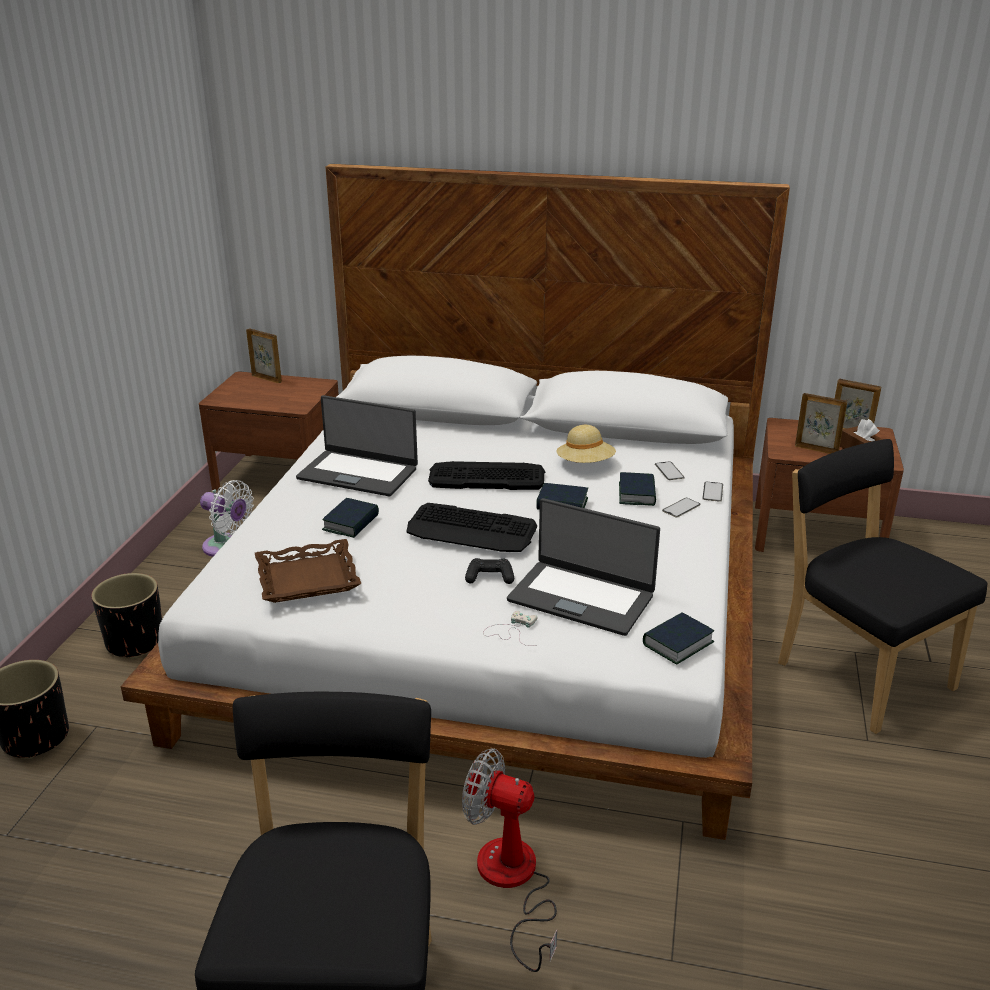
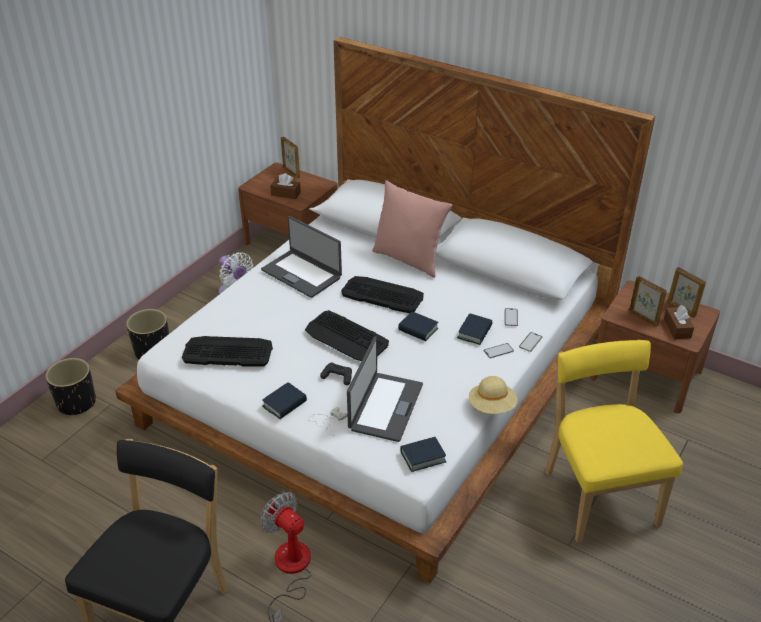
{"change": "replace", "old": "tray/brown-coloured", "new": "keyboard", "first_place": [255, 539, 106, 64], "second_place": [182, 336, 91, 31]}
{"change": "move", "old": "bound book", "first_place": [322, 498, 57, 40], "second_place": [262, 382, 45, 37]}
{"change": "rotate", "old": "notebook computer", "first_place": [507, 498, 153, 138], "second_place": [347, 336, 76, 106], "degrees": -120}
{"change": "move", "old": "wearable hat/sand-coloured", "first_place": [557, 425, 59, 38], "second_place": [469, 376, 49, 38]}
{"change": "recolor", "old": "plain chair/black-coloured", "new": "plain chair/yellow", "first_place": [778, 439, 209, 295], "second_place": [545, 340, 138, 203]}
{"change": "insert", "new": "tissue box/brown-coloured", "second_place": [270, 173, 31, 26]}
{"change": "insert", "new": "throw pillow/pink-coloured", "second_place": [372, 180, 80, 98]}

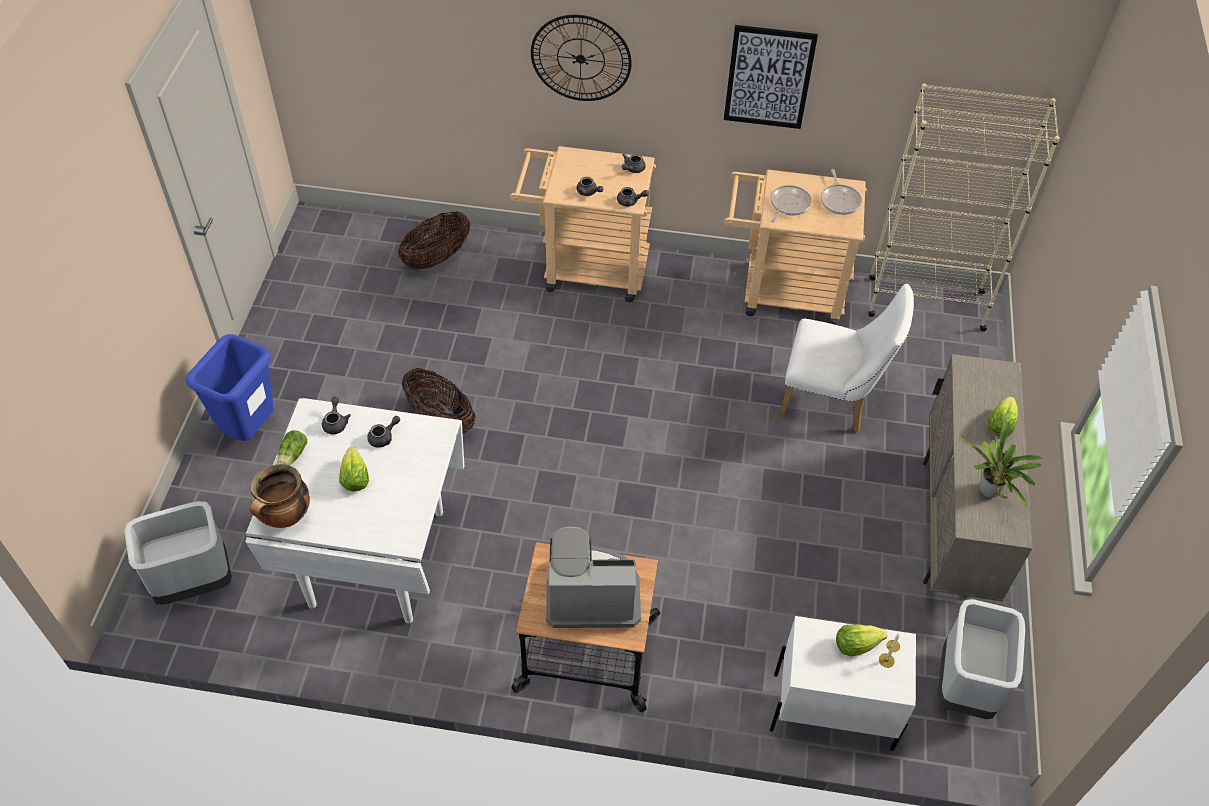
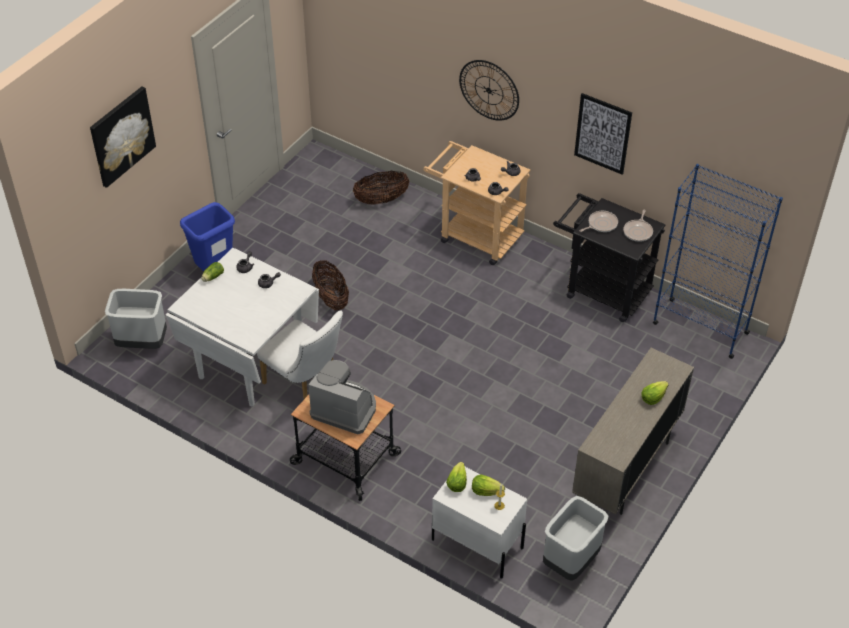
{"change": "delete", "old": "cooking pot", "first_place": [250, 464, 60, 64]}
{"change": "move", "old": "lettuce", "first_place": [339, 447, 30, 45], "second_place": [446, 462, 21, 30]}
{"change": "recolor", "old": "wheeled cart/sand-coloured", "new": "wheeled cart/black-coloured", "first_place": [724, 169, 143, 156], "second_place": [553, 193, 112, 129]}
{"change": "move", "old": "plain chair/white-coloured", "first_place": [779, 284, 135, 149], "second_place": [257, 310, 86, 89]}
{"change": "recolor", "old": "shelving unit/sand-coloured", "new": "shelving unit/blue-coloured", "first_place": [868, 83, 192, 248], "second_place": [653, 164, 130, 195]}
{"change": "delete", "old": "potted plant", "first_place": [960, 420, 82, 87]}
{"change": "insert", "new": "picture", "second_place": [90, 86, 66, 102]}

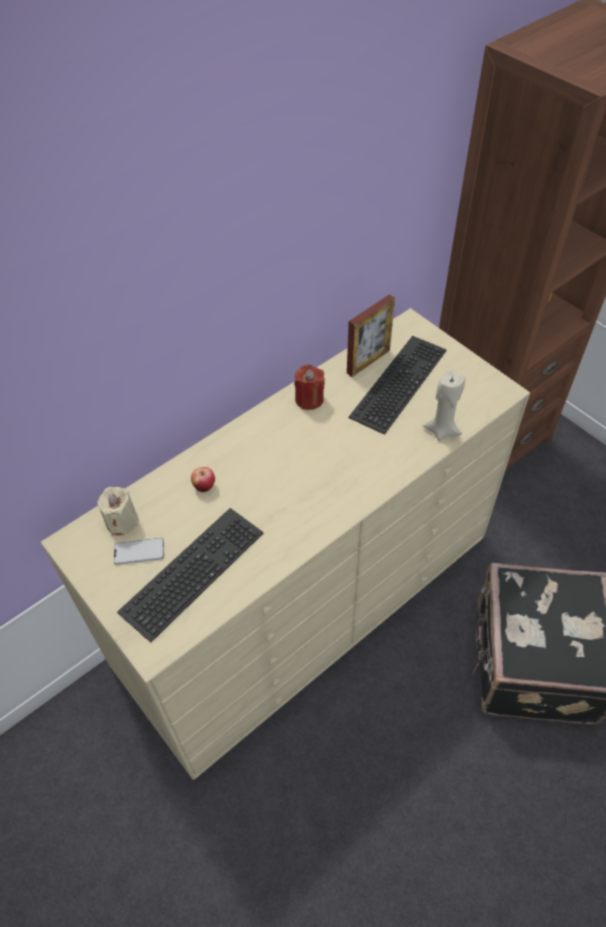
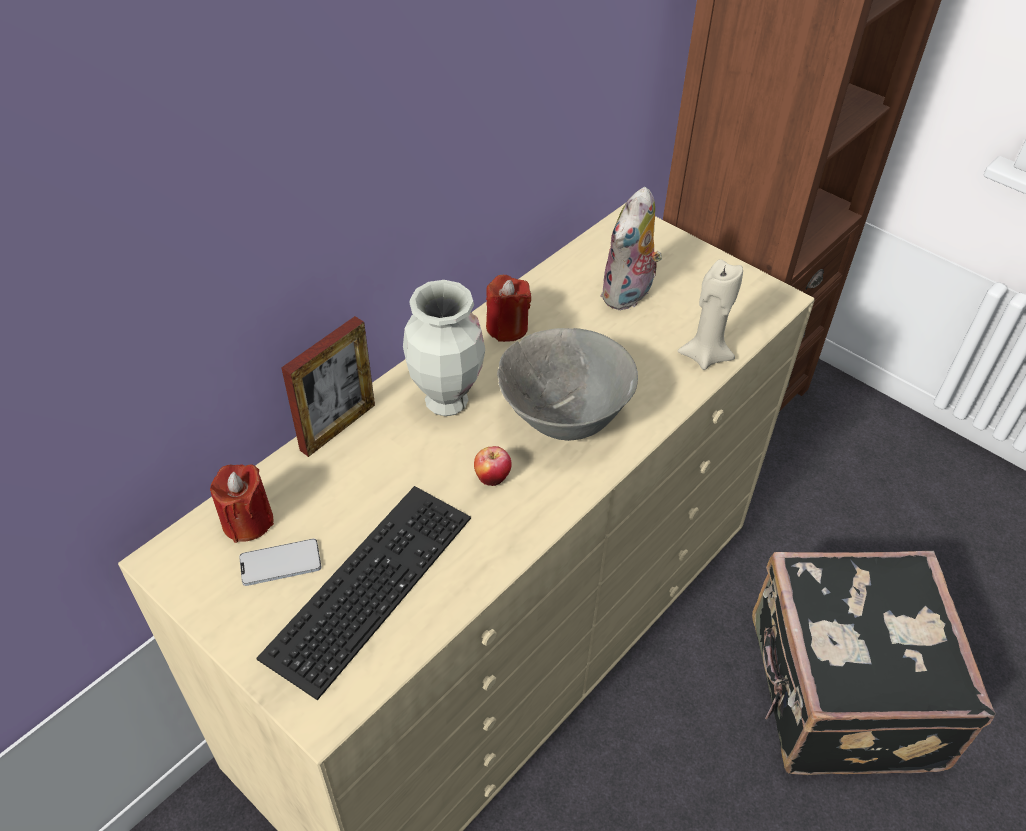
{"change": "recolor", "old": "wax candle/sand-coloured", "new": "wax candle/reddish", "first_place": [98, 487, 40, 49], "second_place": [210, 464, 64, 79]}
{"change": "move", "old": "apple", "first_place": [191, 467, 24, 25], "second_place": [474, 446, 38, 40]}
{"change": "move", "old": "photo frame", "first_place": [347, 294, 48, 83], "second_place": [281, 316, 94, 141]}
{"change": "replace", "old": "keyboard", "new": "cuddly toy", "first_place": [349, 336, 98, 99], "second_place": [600, 187, 62, 123]}
{"change": "insert", "new": "decorative vase", "second_place": [403, 280, 82, 136]}
{"change": "insert", "new": "bowl/gray", "second_place": [497, 328, 141, 113]}

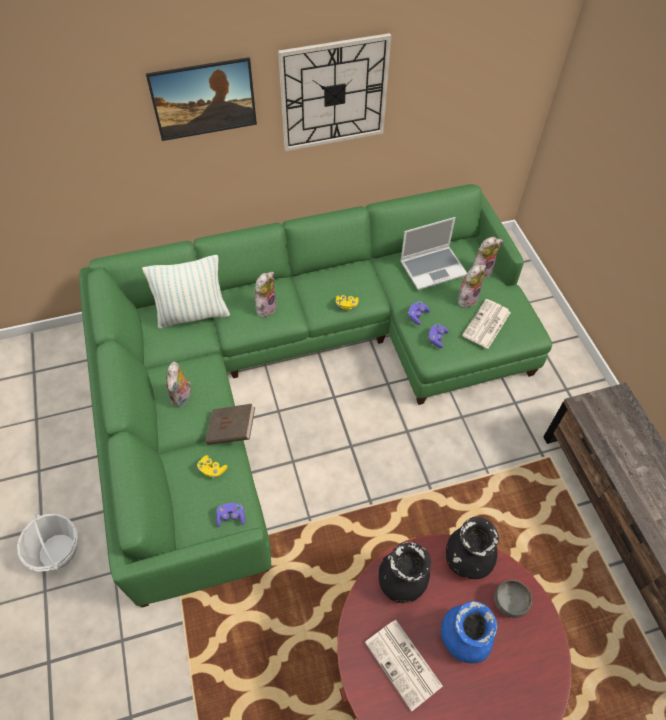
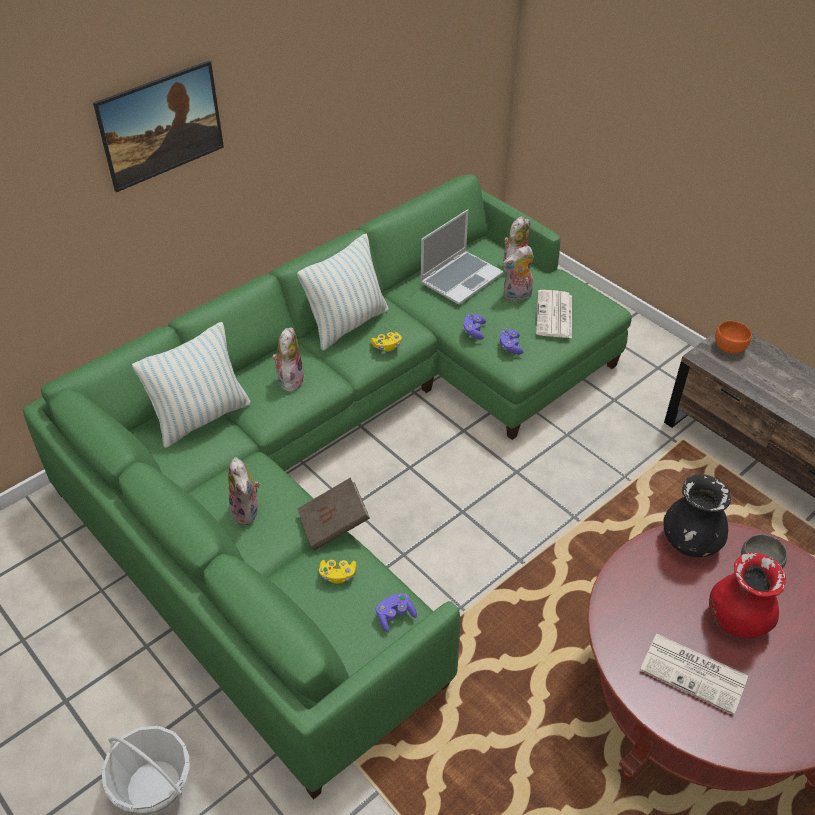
{"change": "delete", "old": "hanging clock", "first_place": [278, 33, 113, 118]}
{"change": "delete", "old": "decorative vase/black-coloured", "first_place": [379, 542, 52, 61]}
{"change": "recolor", "old": "decorative vase/blue-coloured", "new": "decorative vase/reddish", "first_place": [440, 601, 57, 63], "second_place": [709, 553, 77, 85]}
{"change": "rotate", "old": "cuddly toy", "first_place": [458, 265, 28, 43], "second_place": [503, 245, 31, 56], "degrees": -135}
{"change": "insert", "new": "throw pillow", "second_place": [297, 234, 92, 117]}
{"change": "insert", "new": "bowl/orangey", "second_place": [715, 321, 37, 33]}

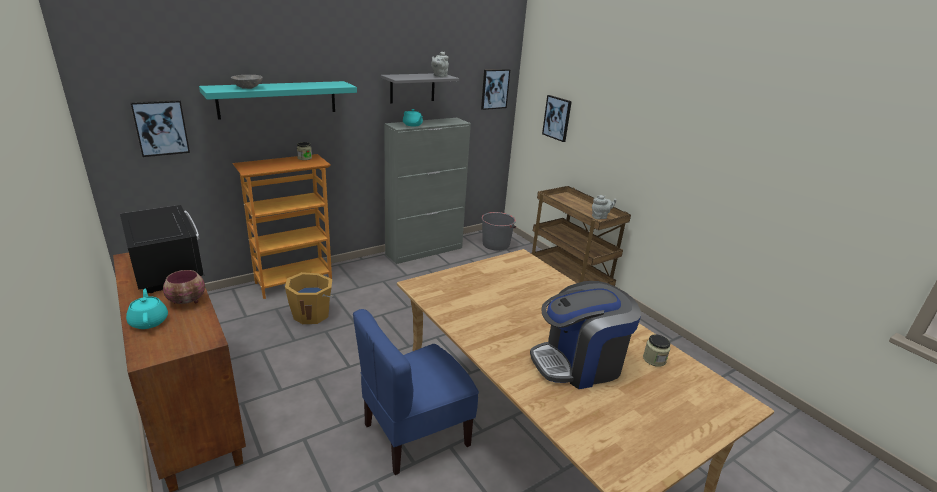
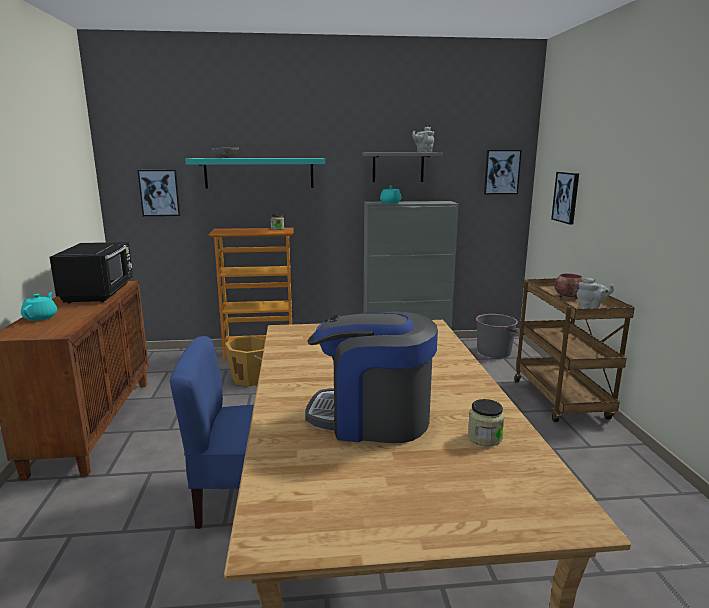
{"change": "move", "old": "bowl", "first_place": [163, 270, 42, 34], "second_place": [554, 274, 30, 25]}

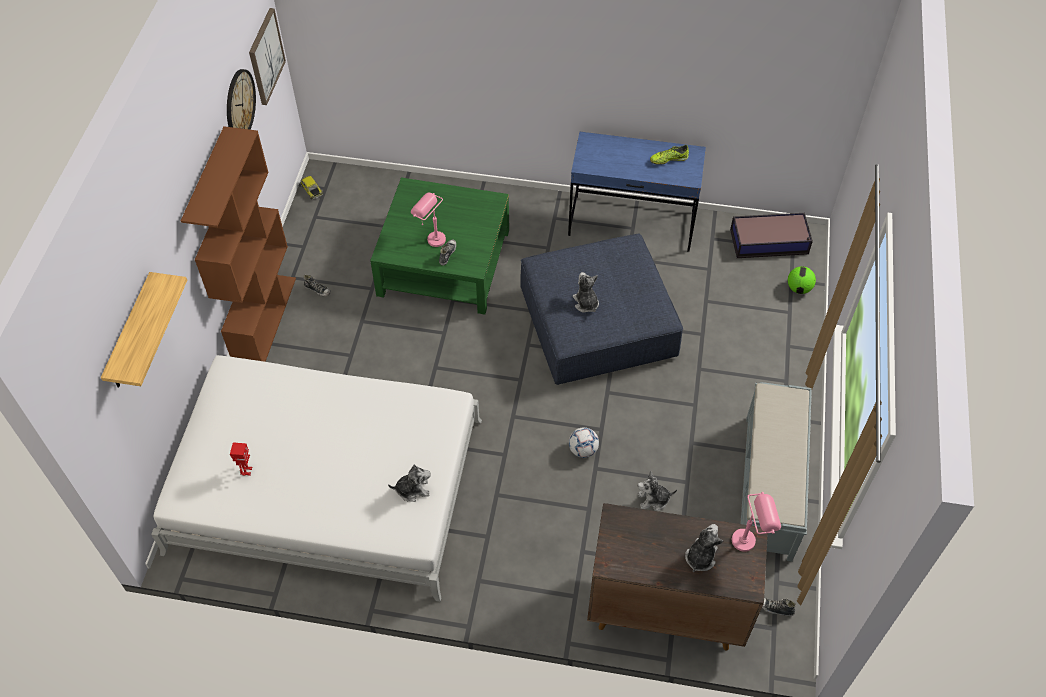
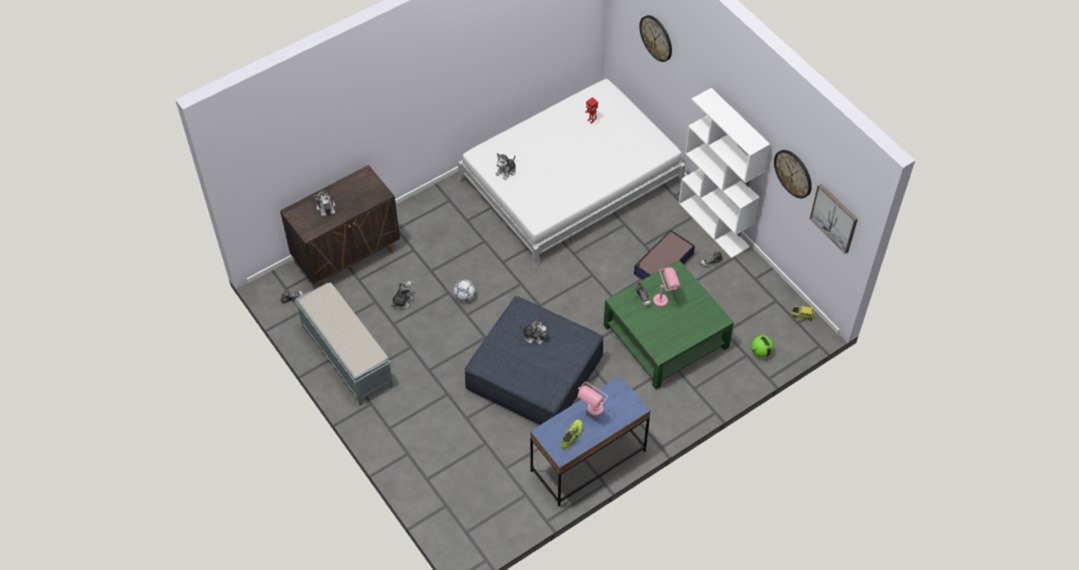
{"change": "replace", "old": "shelf", "new": "hanging clock", "first_place": [101, 272, 86, 116], "second_place": [639, 15, 33, 47]}
{"change": "recolor", "old": "shelving unit/brown-coloured", "new": "shelving unit/white-coloured", "first_place": [181, 126, 115, 236], "second_place": [679, 88, 91, 170]}
{"change": "move", "old": "storage box", "first_place": [730, 213, 83, 45], "second_place": [634, 230, 61, 50]}
{"change": "move", "old": "tabletop lamp/pink-coloured", "first_place": [732, 492, 49, 60], "second_place": [578, 382, 30, 34]}
{"change": "move", "old": "ball for football", "first_place": [788, 266, 28, 28], "second_place": [751, 335, 23, 23]}

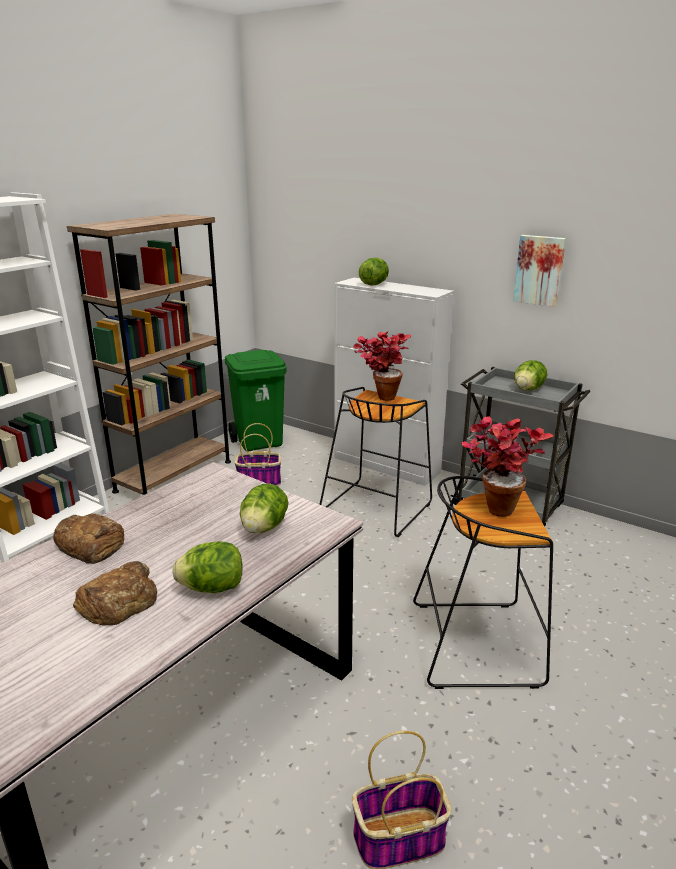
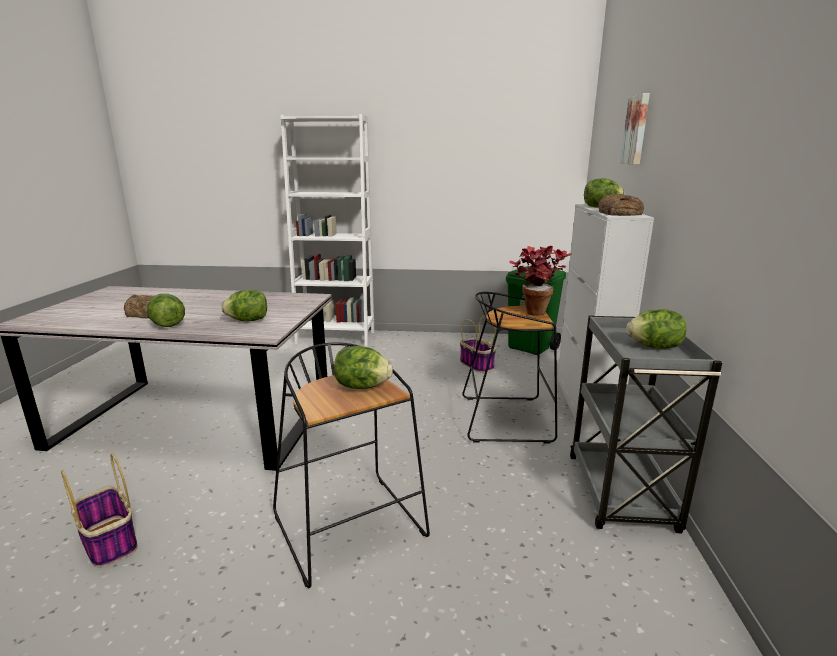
{"change": "move", "old": "bakery bread", "first_place": [53, 513, 71, 51], "second_place": [598, 194, 46, 22]}
{"change": "delete", "old": "shelving unit/brown-coloured", "first_place": [67, 214, 164, 281]}
{"change": "replace", "old": "potted plant", "new": "lettuce", "first_place": [461, 416, 93, 101], "second_place": [334, 346, 59, 43]}
{"change": "move", "old": "picture", "first_place": [513, 235, 53, 72], "second_place": [620, 93, 30, 71]}

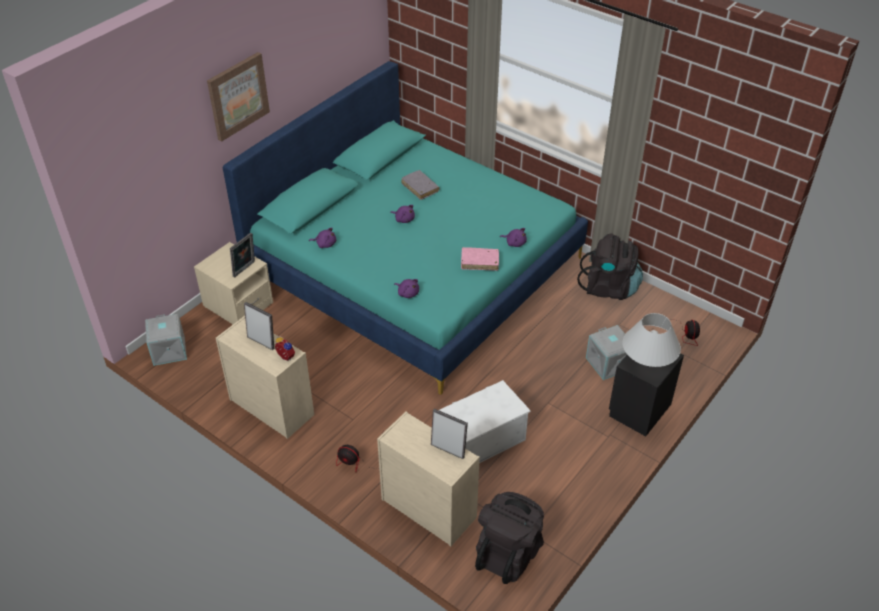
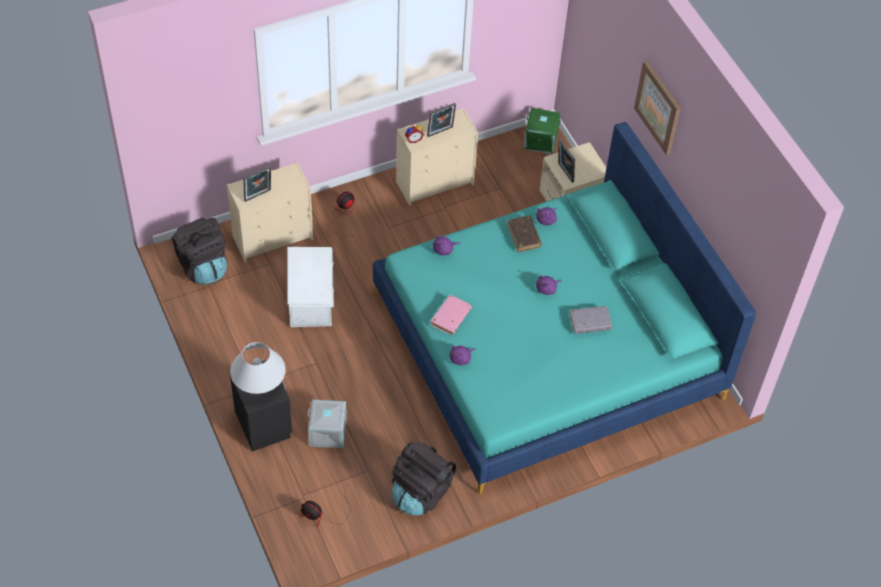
{"change": "recolor", "old": "storage box/gray", "new": "storage box/green", "first_place": [145, 314, 42, 52], "second_place": [523, 107, 38, 47]}
{"change": "insert", "new": "bound book/brown-coloured", "second_place": [507, 215, 35, 37]}

